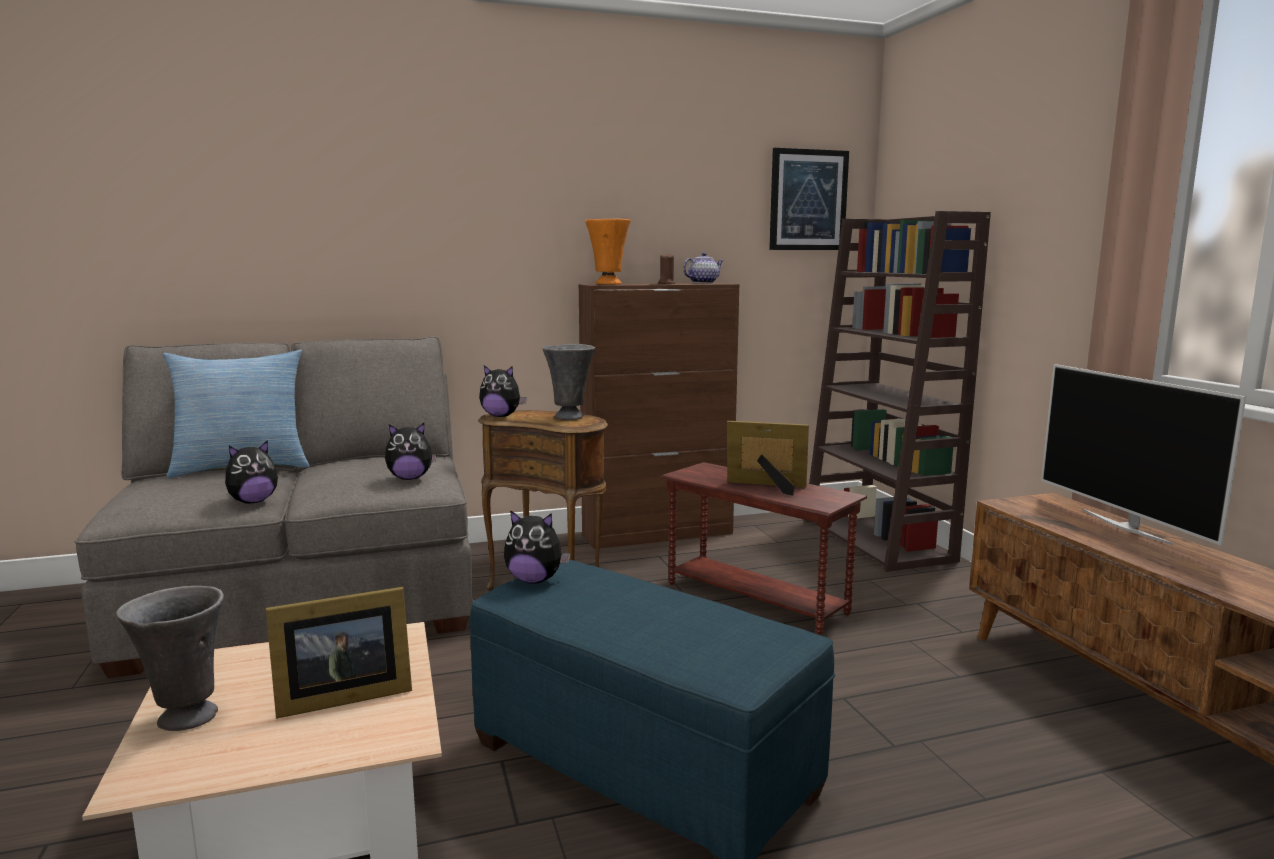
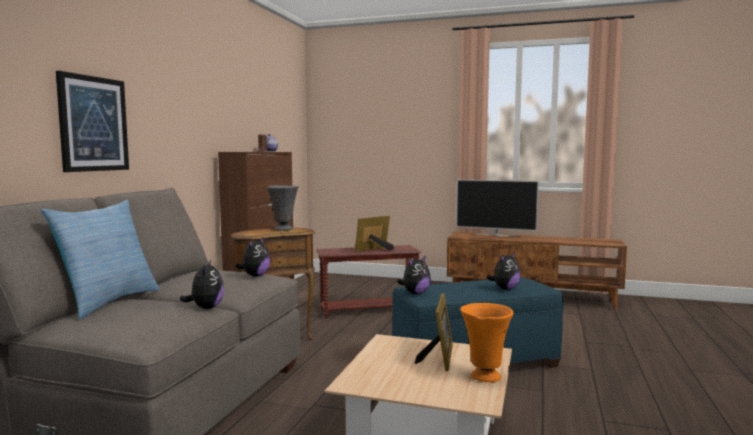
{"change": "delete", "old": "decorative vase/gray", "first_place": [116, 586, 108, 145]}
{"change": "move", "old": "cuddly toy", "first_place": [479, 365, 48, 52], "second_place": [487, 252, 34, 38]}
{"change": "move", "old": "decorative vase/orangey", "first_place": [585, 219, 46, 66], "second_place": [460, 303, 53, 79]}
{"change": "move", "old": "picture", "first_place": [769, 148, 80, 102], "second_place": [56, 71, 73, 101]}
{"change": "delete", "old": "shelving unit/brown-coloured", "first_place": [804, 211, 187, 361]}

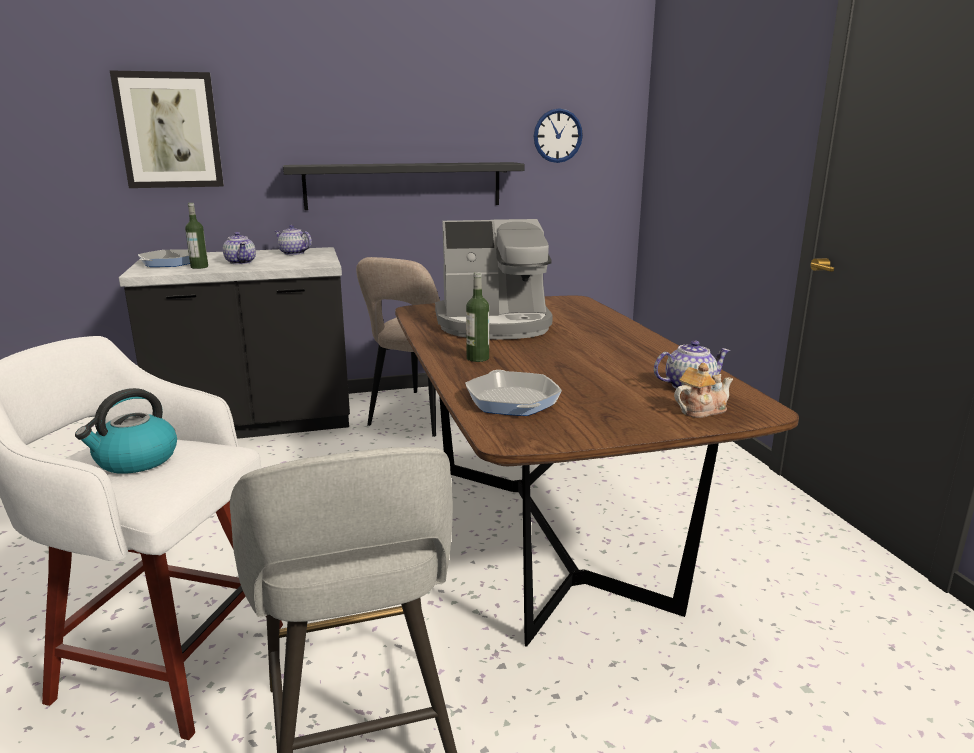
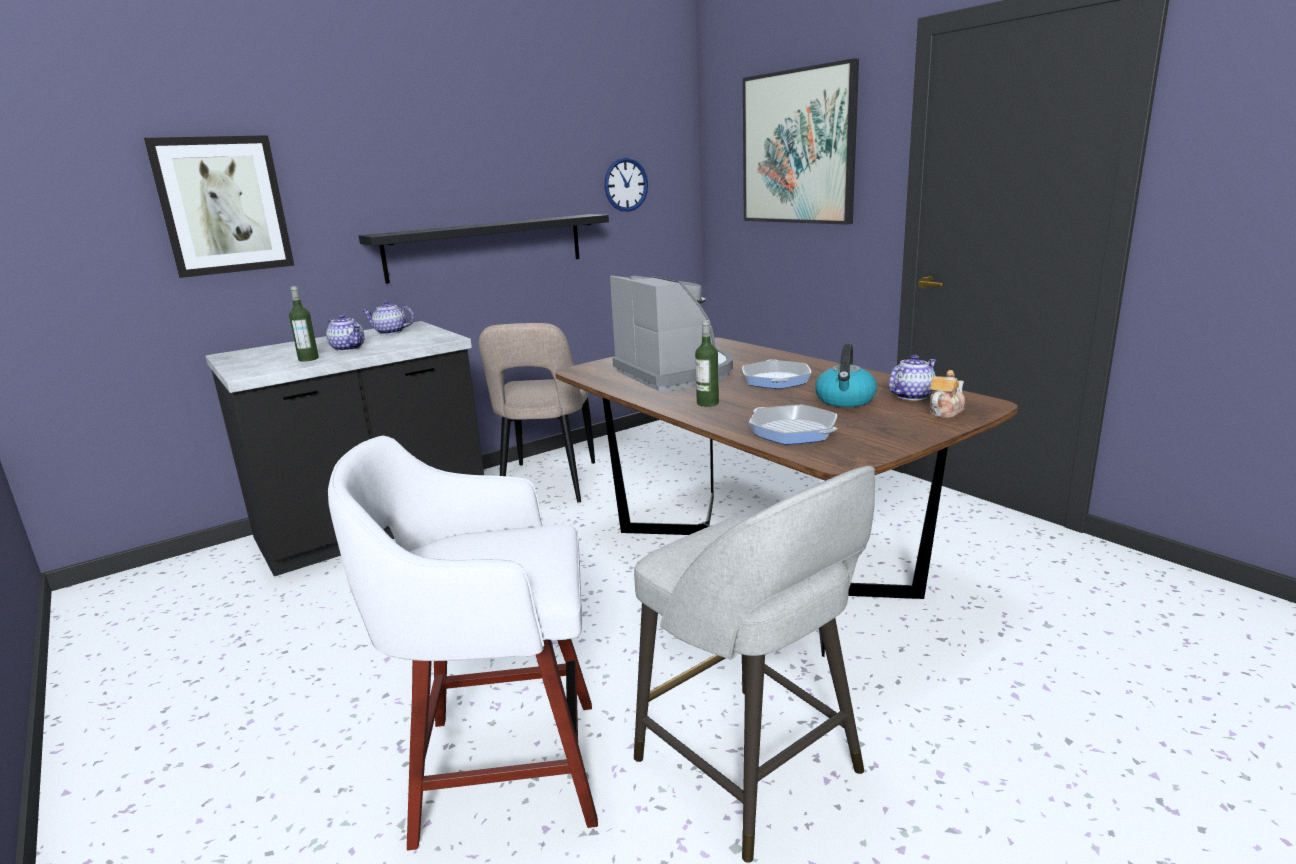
{"change": "move", "old": "tea kettle", "first_place": [75, 388, 102, 86], "second_place": [815, 344, 62, 63]}
{"change": "move", "old": "pan", "first_place": [138, 249, 52, 18], "second_place": [742, 359, 69, 30]}
{"change": "rotate", "old": "coffee maker", "first_place": [435, 219, 118, 121], "second_place": [610, 276, 123, 116], "degrees": -90}
{"change": "insert", "new": "picture", "second_place": [743, 58, 116, 167]}

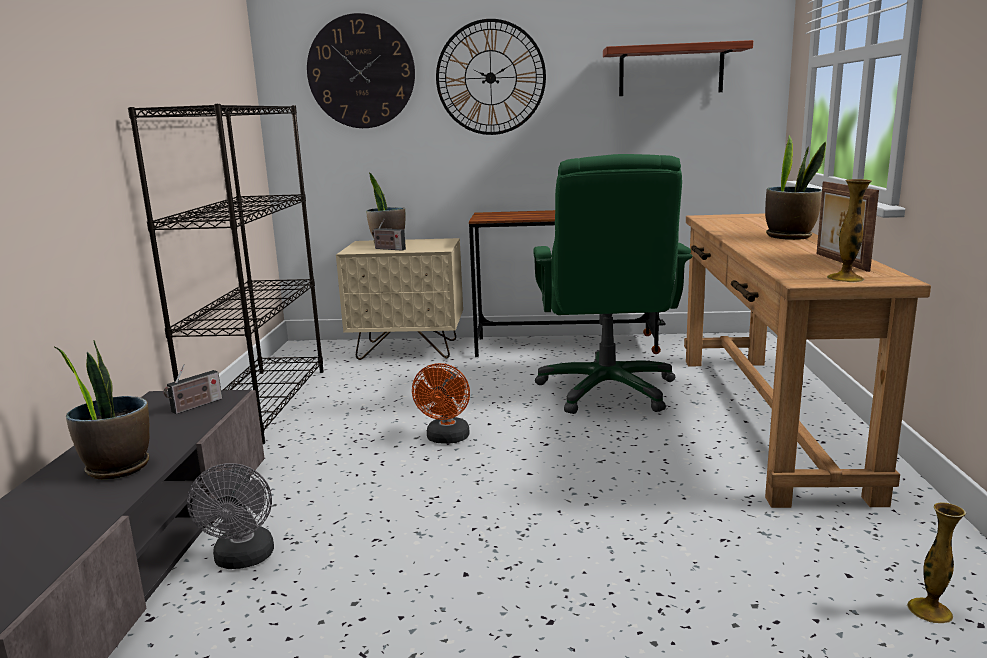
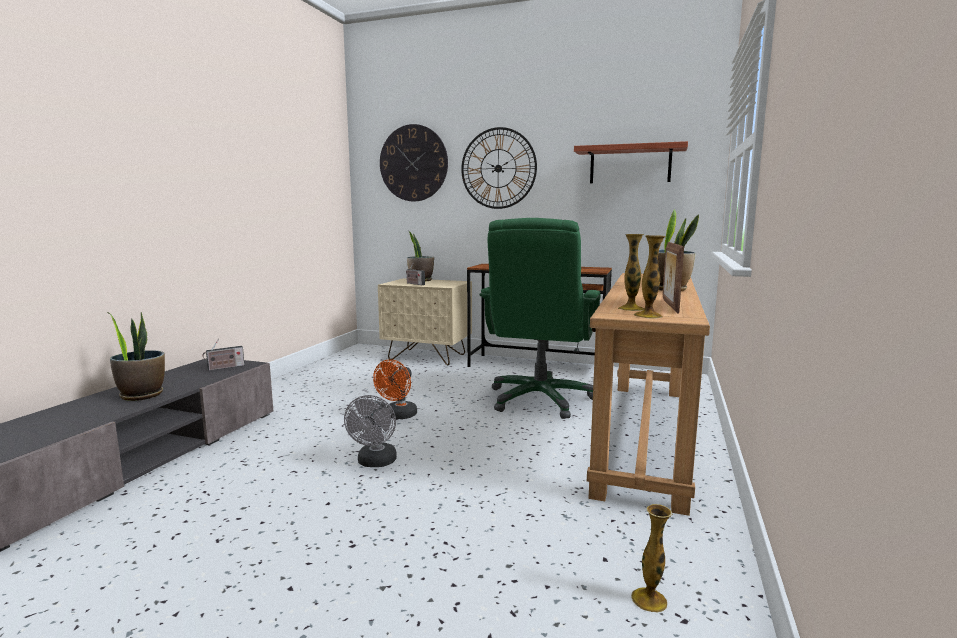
{"change": "delete", "old": "shelving unit/black-coloured", "first_place": [128, 104, 196, 340]}
{"change": "move", "old": "cooling fan/gray", "first_place": [187, 463, 87, 106], "second_place": [344, 395, 53, 72]}
{"change": "insert", "new": "decorative vase", "second_place": [618, 234, 26, 77]}

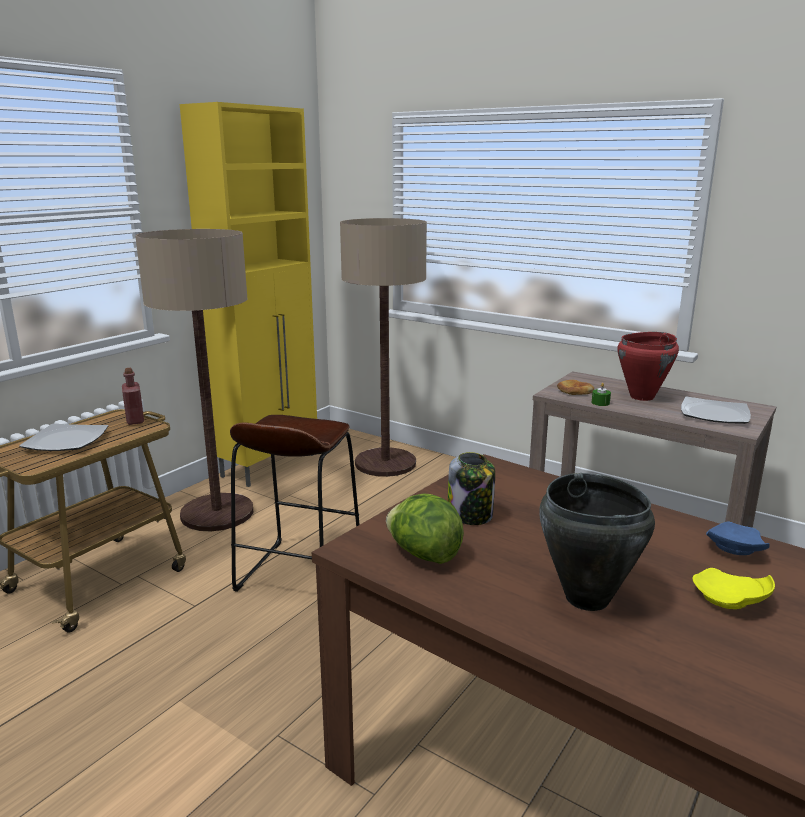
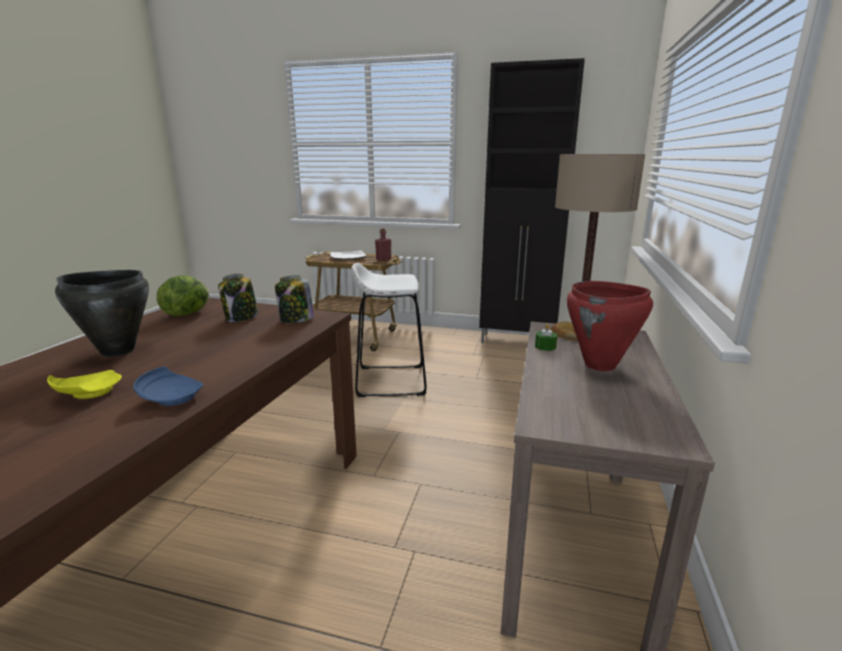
{"change": "delete", "old": "standing lamp", "first_place": [135, 229, 119, 302]}
{"change": "recolor", "old": "cabinet/yellow", "new": "cabinet/black-coloured", "first_place": [180, 102, 137, 385], "second_place": [479, 58, 106, 285]}
{"change": "recolor", "old": "sitting stool/brown-coloured", "new": "sitting stool/white-coloured", "first_place": [230, 415, 130, 177], "second_place": [351, 263, 76, 134]}
{"change": "delete", "old": "dinner plate", "first_place": [681, 397, 70, 27]}
{"change": "insert", "new": "storage jar", "second_place": [275, 275, 39, 48]}

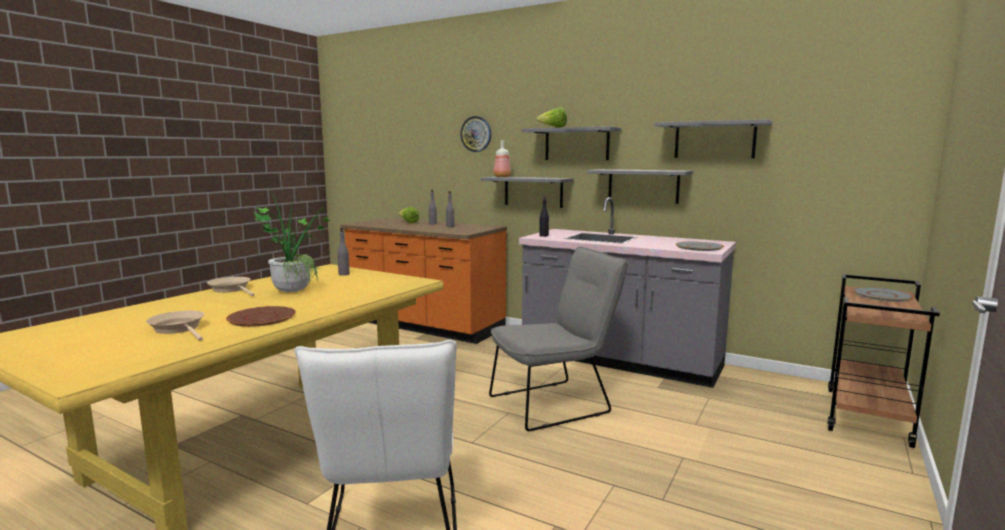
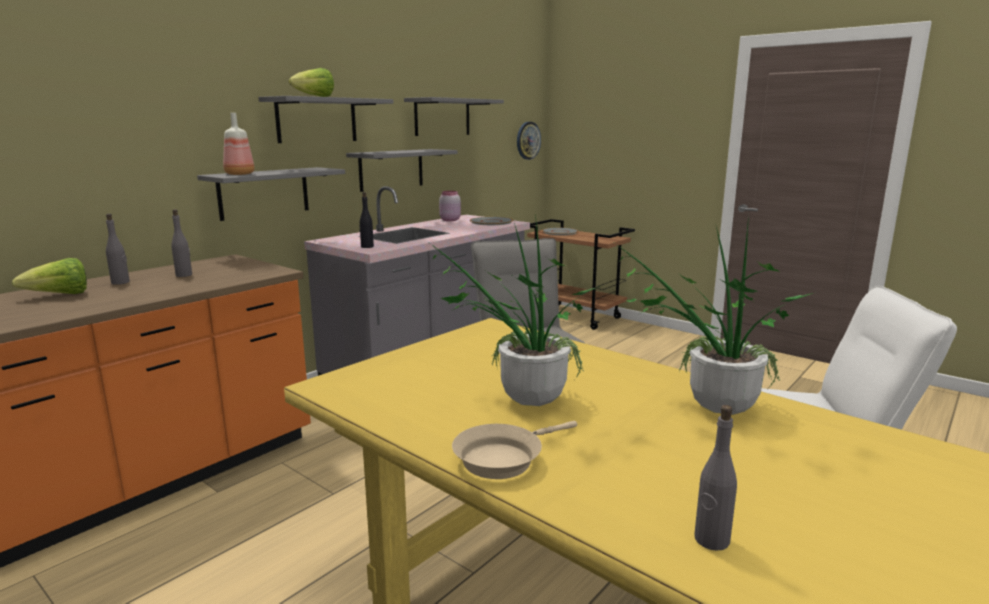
{"change": "delete", "old": "pan/sand-coloured", "first_place": [146, 311, 58, 30]}
{"change": "replace", "old": "dinner plate/brown-coloured", "new": "potted plant", "first_place": [226, 306, 70, 21], "second_place": [615, 215, 198, 200]}
{"change": "move", "old": "bottle/gray", "first_place": [337, 228, 13, 48], "second_place": [694, 405, 43, 146]}
{"change": "move", "old": "hanging clock", "first_place": [460, 116, 31, 36], "second_place": [517, 122, 24, 38]}
{"change": "insert", "new": "storage jar/pink-coloured", "second_place": [439, 191, 22, 30]}

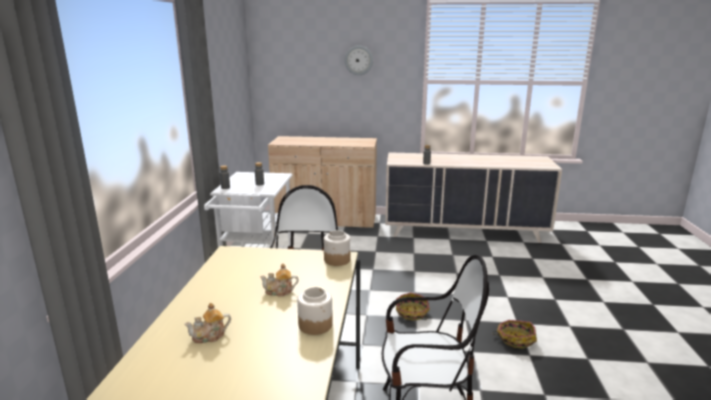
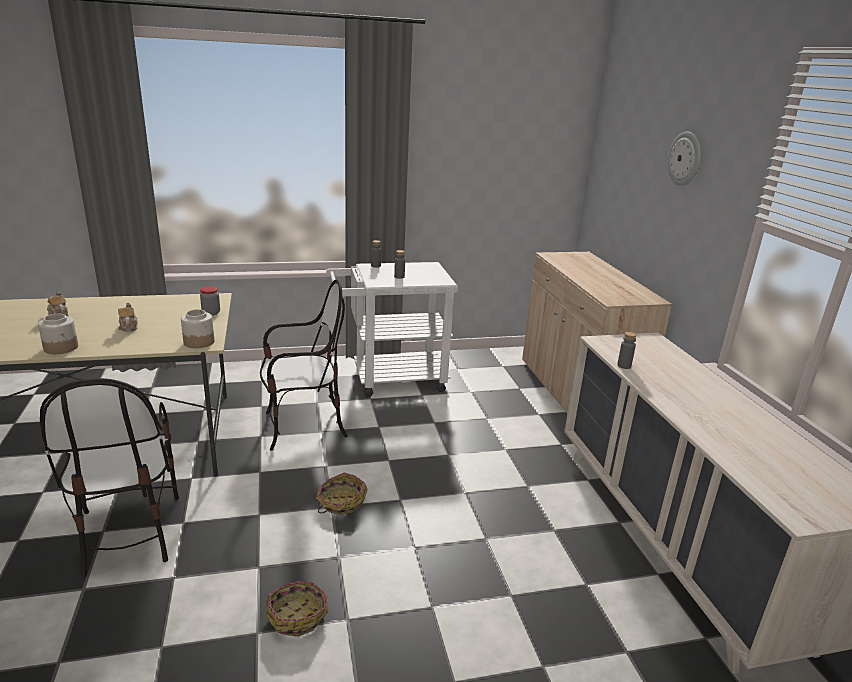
{"change": "insert", "new": "storage jar", "second_place": [200, 287, 20, 29]}

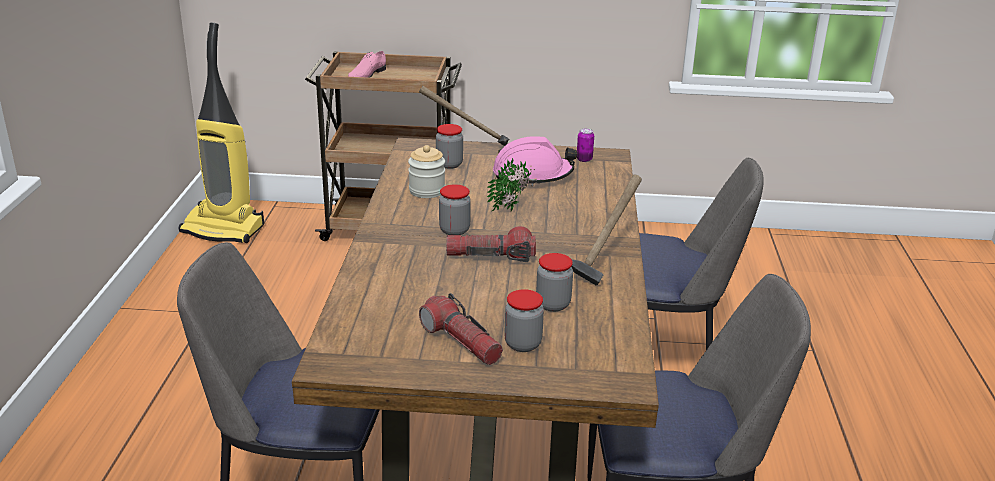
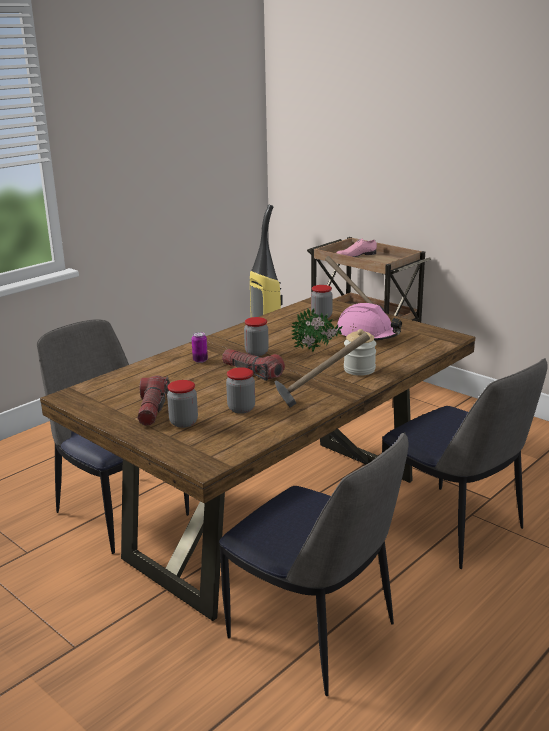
{"change": "move", "old": "storage jar", "first_place": [408, 145, 37, 53], "second_place": [344, 329, 32, 47]}
{"change": "move", "old": "sealed can", "first_place": [577, 128, 17, 34], "second_place": [192, 332, 16, 31]}

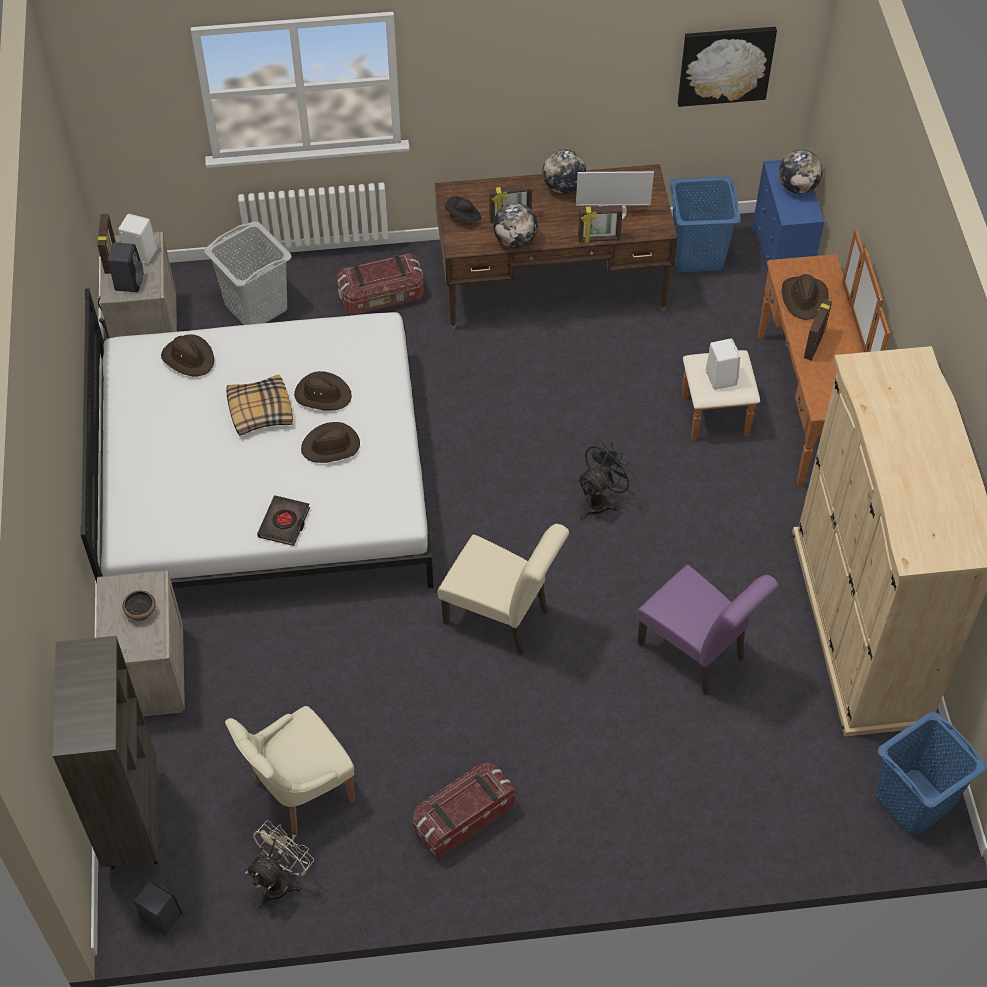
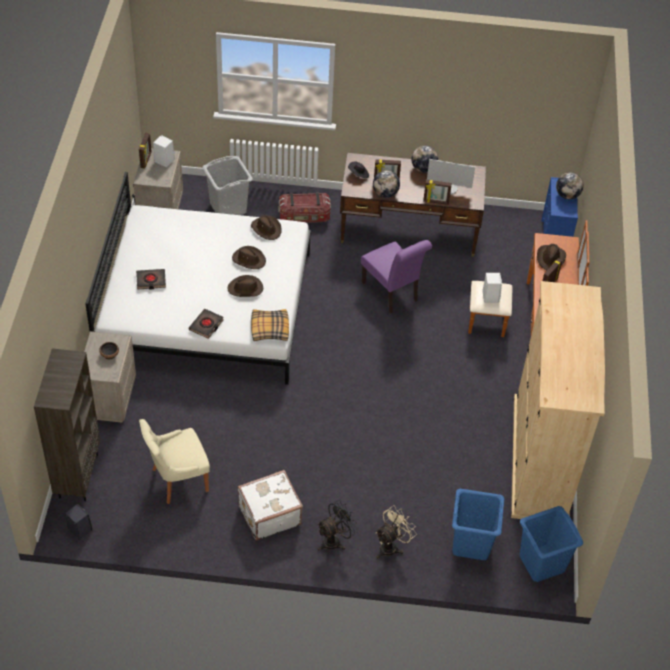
{"change": "delete", "old": "audio speaker/black-coloured", "first_place": [108, 243, 35, 49]}
{"change": "move", "old": "wearable hat/brown-coloured", "first_place": [161, 334, 53, 43], "second_place": [251, 215, 31, 25]}
{"change": "move", "old": "throw pillow", "first_place": [226, 374, 67, 62], "second_place": [251, 309, 38, 32]}
{"change": "move", "old": "cooling fan/sand-coloured", "first_place": [245, 820, 69, 88], "second_place": [376, 506, 41, 53]}
{"change": "replace", "old": "storage box", "new": "piece of luggage/white-coloured", "first_place": [413, 763, 102, 95], "second_place": [238, 470, 65, 71]}
{"change": "delete", "old": "plain chair/sand-coloured", "first_place": [438, 524, 131, 131]}
{"change": "move", "old": "cooling fan/black-coloured", "first_place": [577, 440, 59, 79], "second_place": [317, 500, 41, 51]}
{"change": "move", "old": "plain chair/purplish", "first_place": [637, 565, 142, 131], "second_place": [361, 240, 71, 73]}
{"change": "move", "old": "laundry basket/blue-coloured", "first_place": [669, 176, 72, 96], "second_place": [452, 489, 52, 71]}
{"change": "delete", "old": "picture", "first_place": [678, 27, 99, 80]}
{"change": "insert", "new": "bound book/black-coloured", "second_place": [136, 269, 30, 21]}

